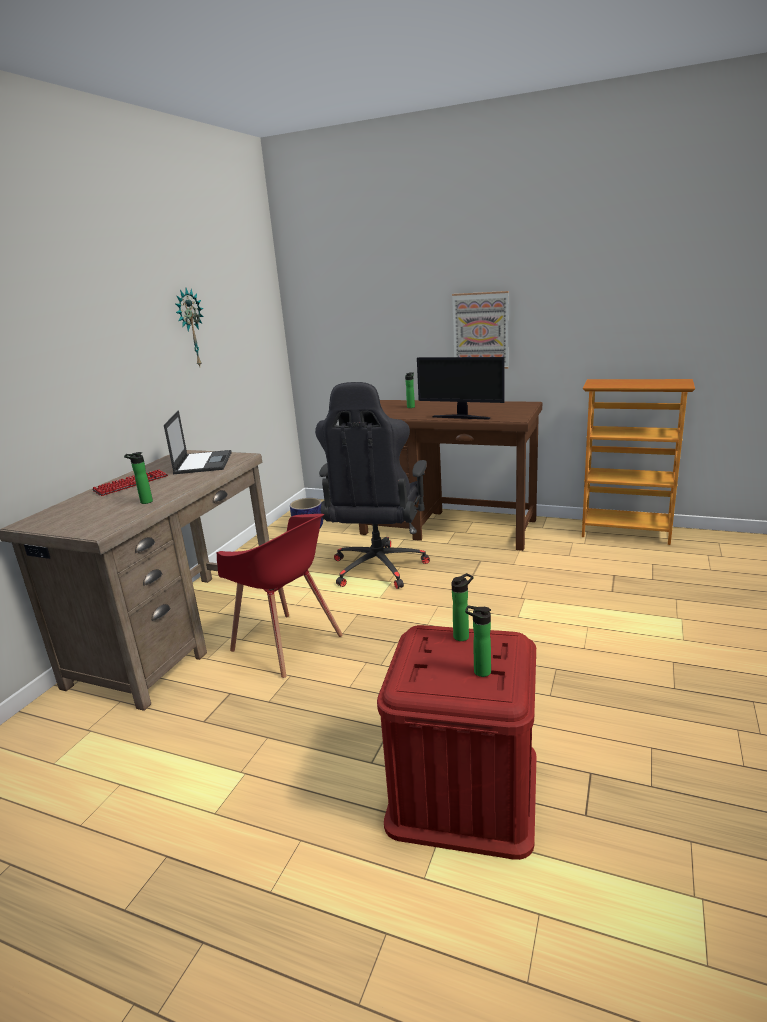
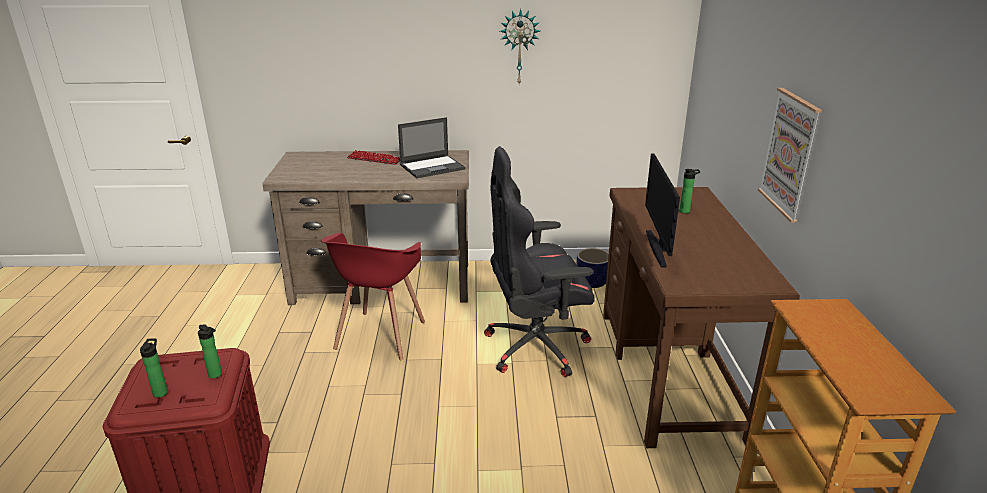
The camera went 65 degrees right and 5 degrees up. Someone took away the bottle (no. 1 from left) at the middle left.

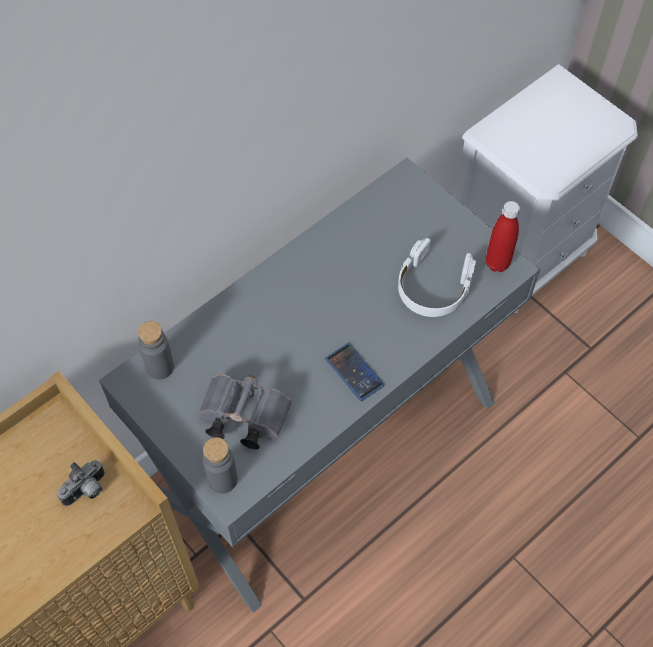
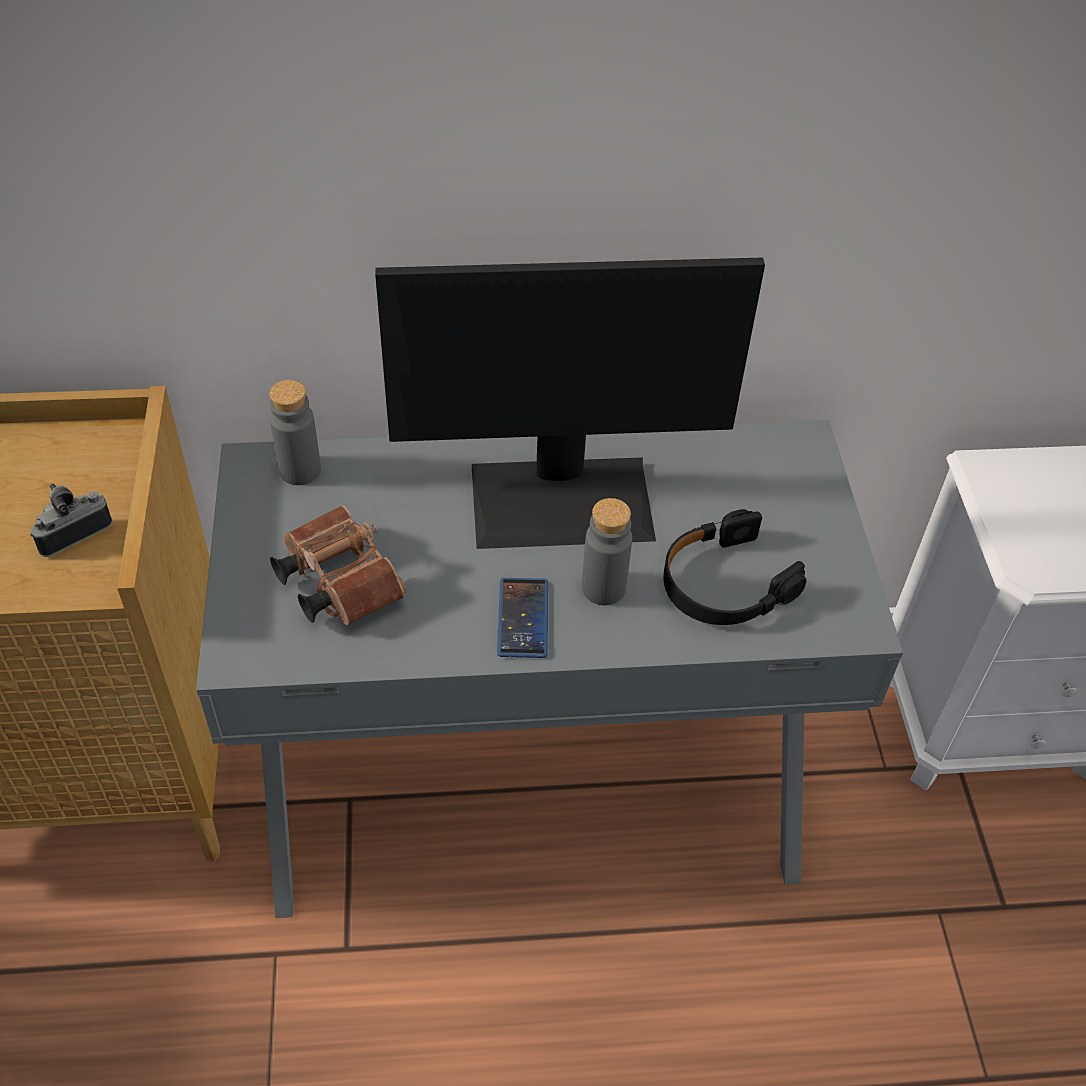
The camera went 35 degrees right and 10 degrees down. Someone took away the bottle (red) at the middle right. Someone put down the monitor at the centre. Someone carried the bottle (grey) (no. 2 from left) from the bottom centre to the centre. Someone repainted the binoculars (grey) at the centre, which became the binoculars (brown) at the middle left. Someone repainted the headphones (white) at the middle right, which became the headphones (black) at the middle right. Someone rotated the photo camera at the bottom left by 150 degrees clockwise.

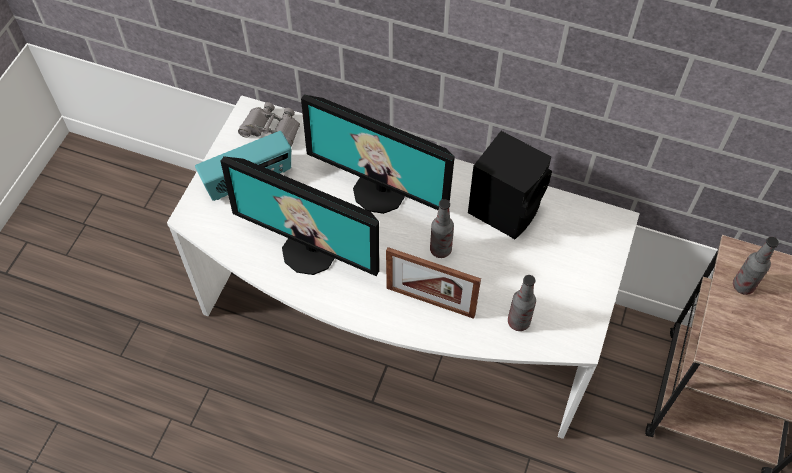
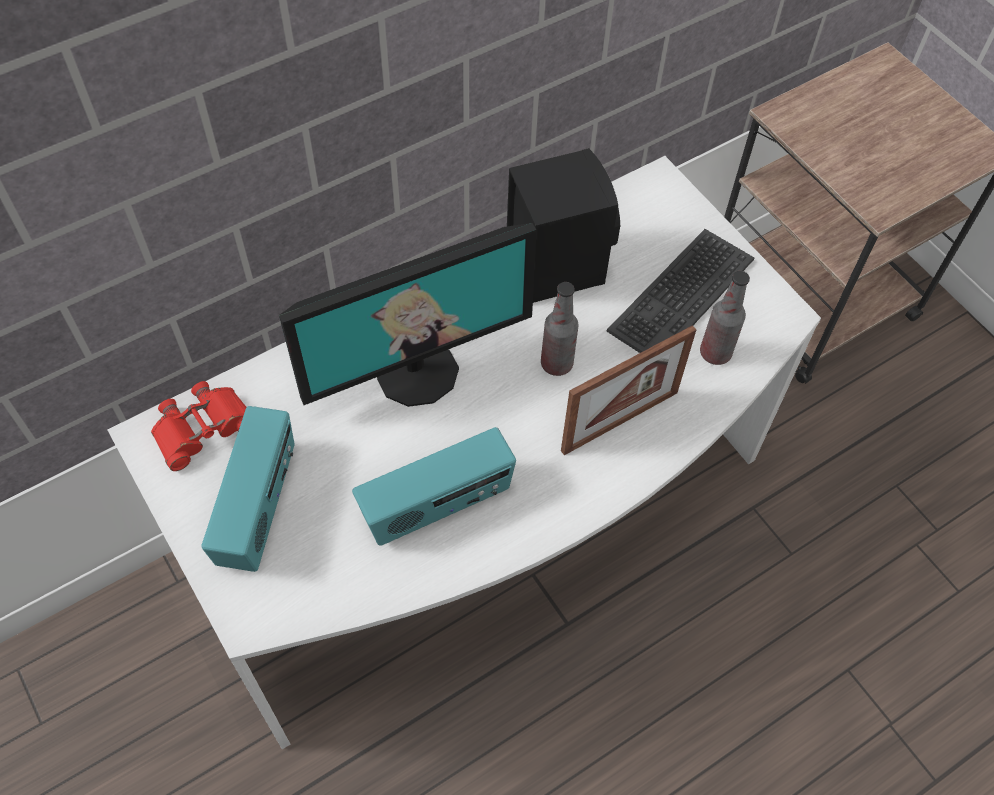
The camera went 55 degrees left and 0 degrees up. Someone took away the bottle (no. 3 from left) at the middle right. Someone put down the keyboard at the middle right. Someone swapped the monitor (no. 1 from left) at the centre for the radio (no. 2 from left) at the centre. Someone repainted the binoculars (grey) at the top centre, which became the binoculars (red) at the middle left.

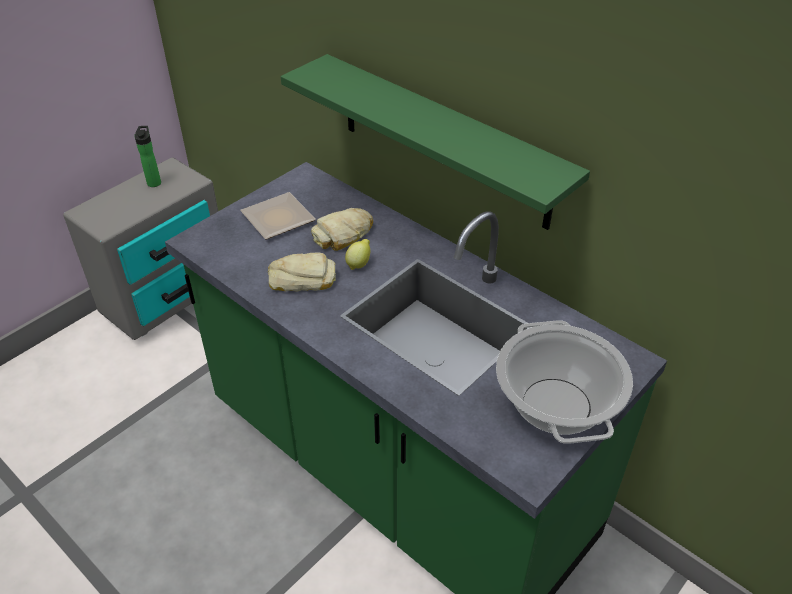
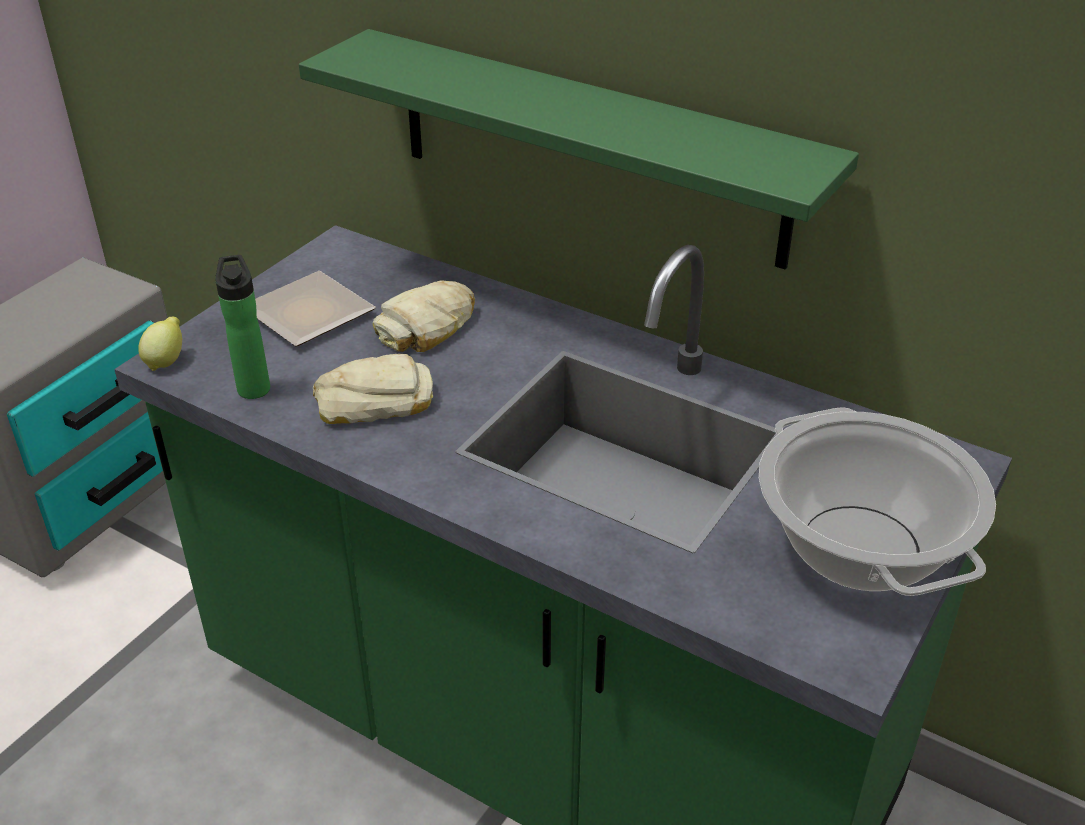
The camera went 10 degrees left and 5 degrees down. Someone carried the bottle from the top left to the middle left. Someone carried the lemon from the centre to the middle left.

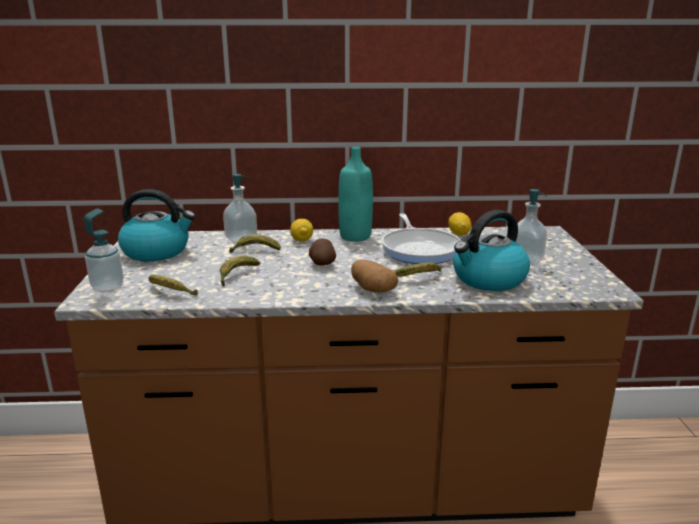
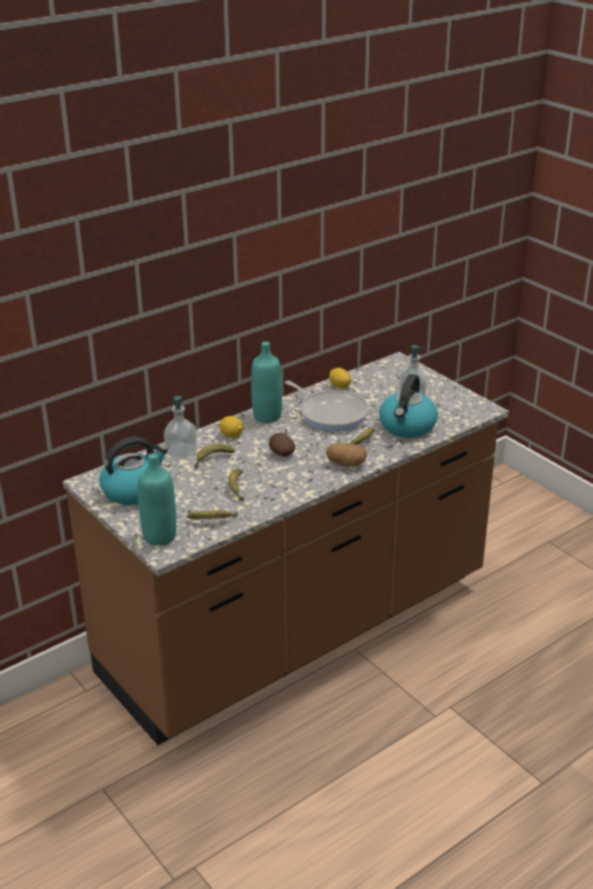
The camera went 35 degrees left and 10 degrees up. Someone swapped the soap dispenser (no. 1 from left) at the middle left for the bottle (turquoise) (no. 1 from left) at the middle left.

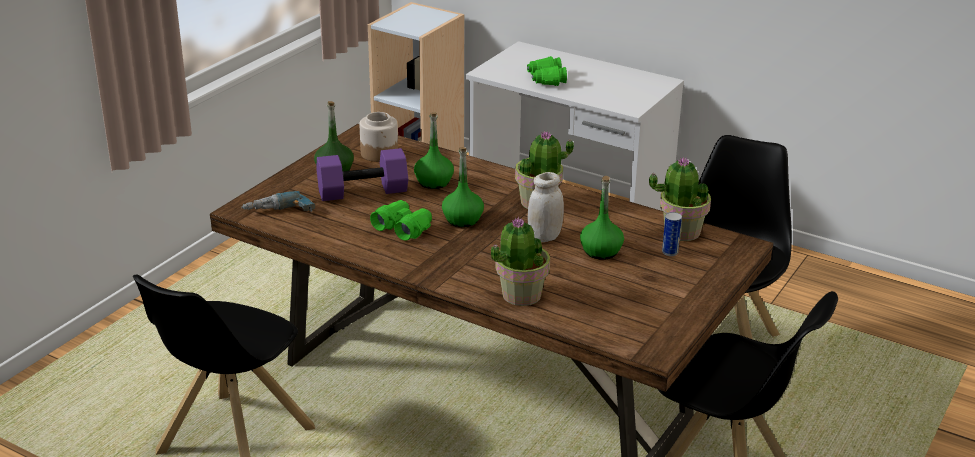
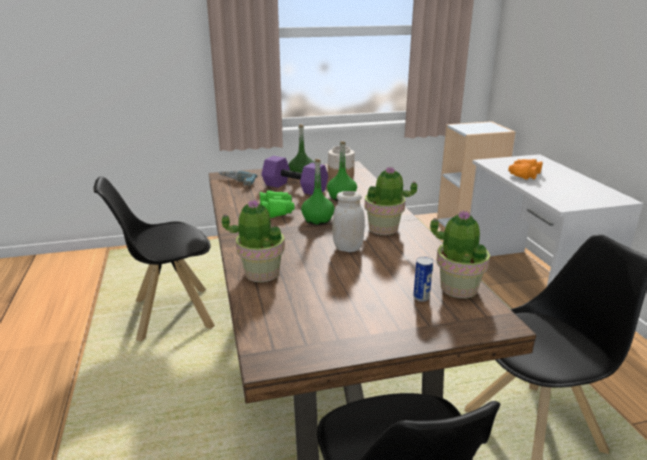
The camera went 45 degrees right and 5 degrees down. Someone took away the bottle (green) (no. 4 from left) at the centre. Someone repainted the binoculars (green) (no. 2 from left) at the top centre, which became the binoculars (orange) at the middle right.

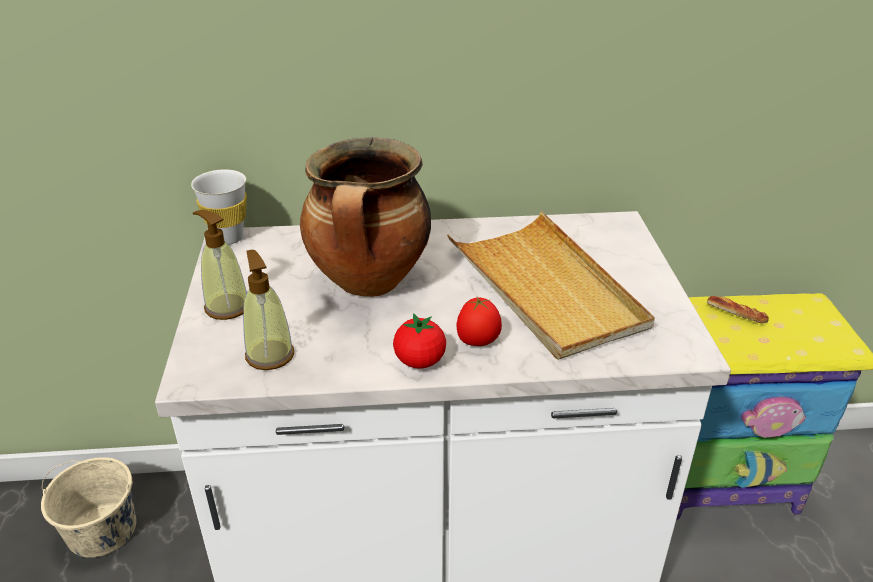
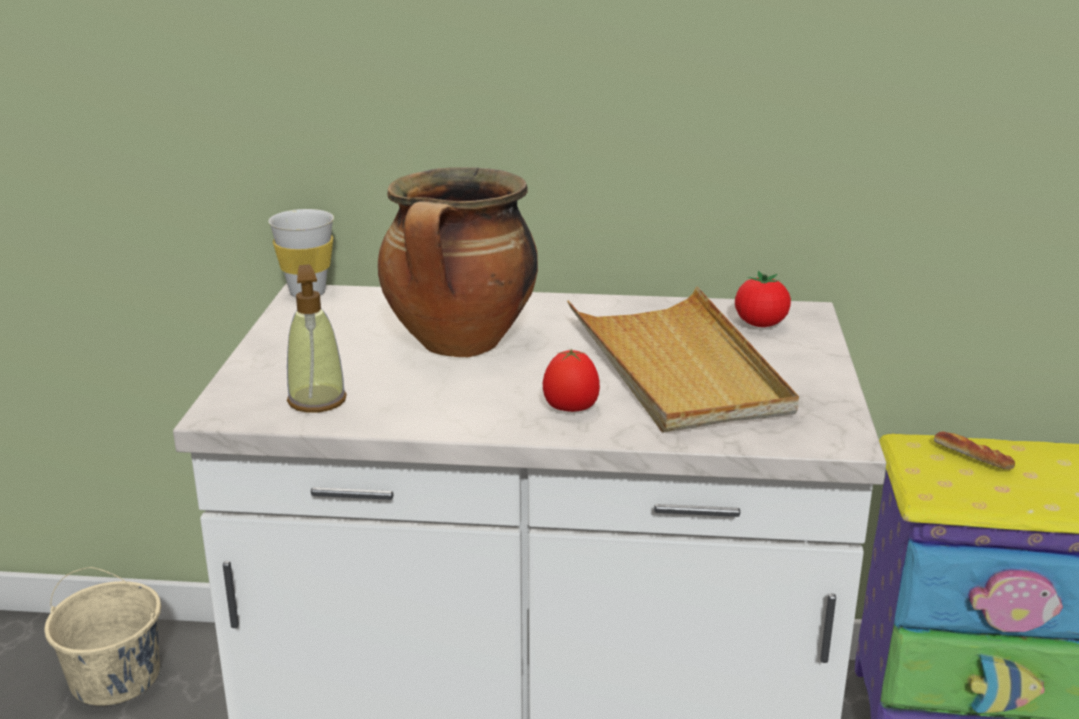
The camera went 10 degrees right and 10 degrees down. Someone took away the soap dispenser (no. 1 from left) at the middle left. Someone carried the tomato (no. 1 from left in the first image) from the centre to the middle right.

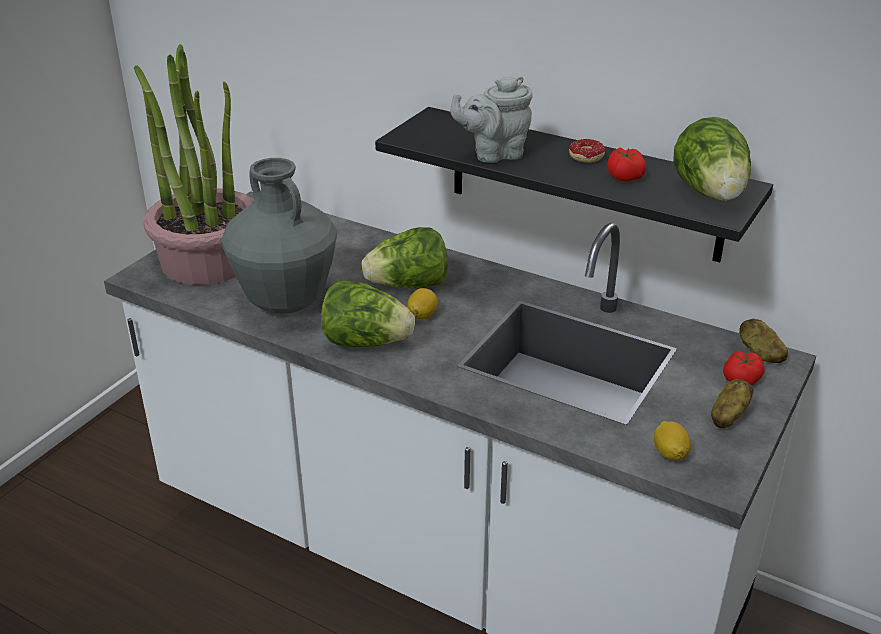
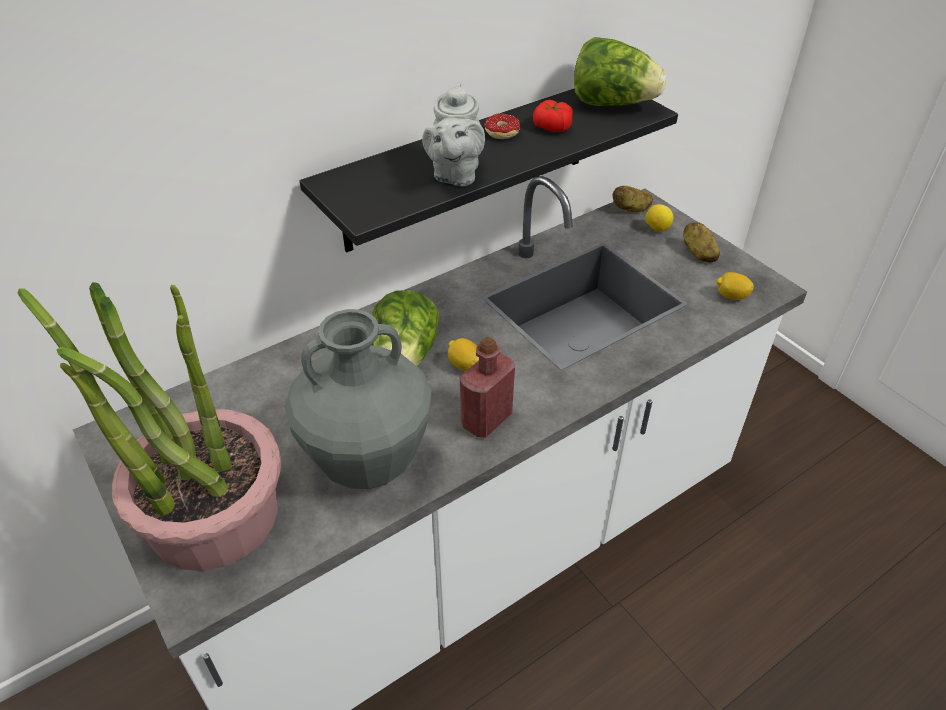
The camera went 65 degrees left and 10 degrees up. Someone swapped the lettuce (no. 1 from left) at the centre for the bottle (red) at the centre. Someone swapped the tomato (no. 2 from left) at the middle right for the lemon (no. 2 from left) at the top right.

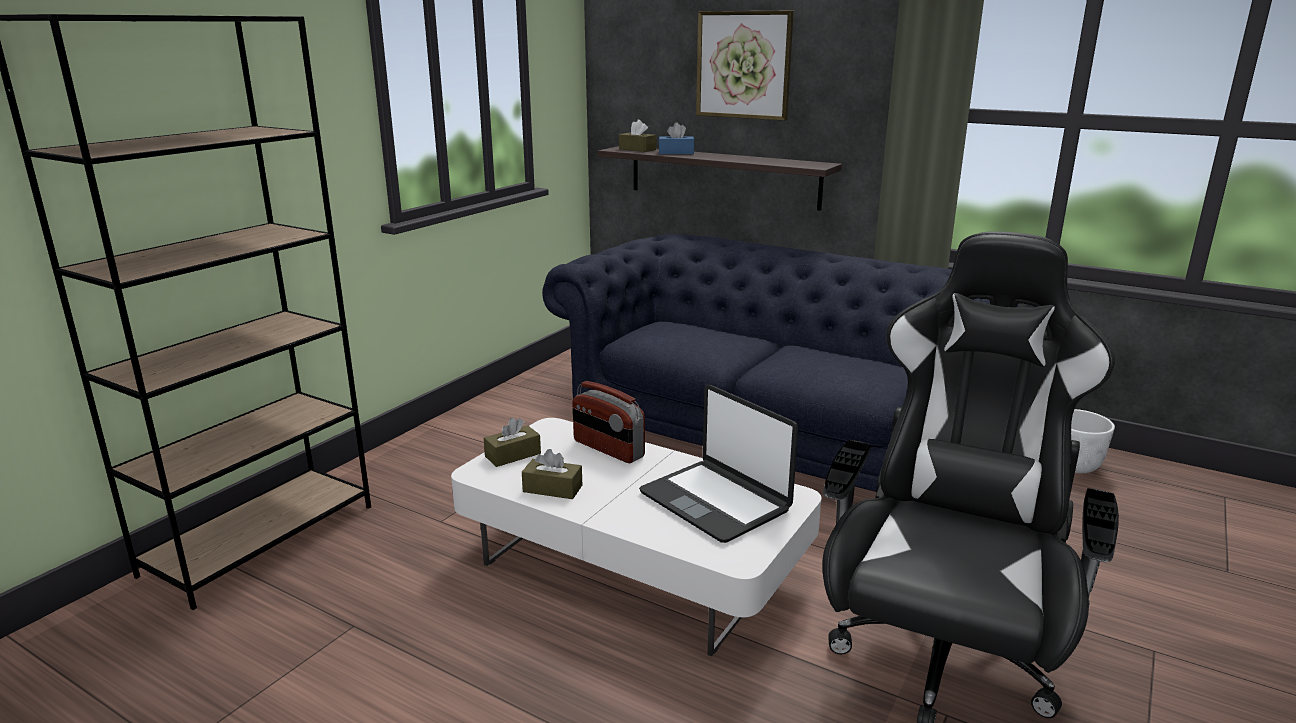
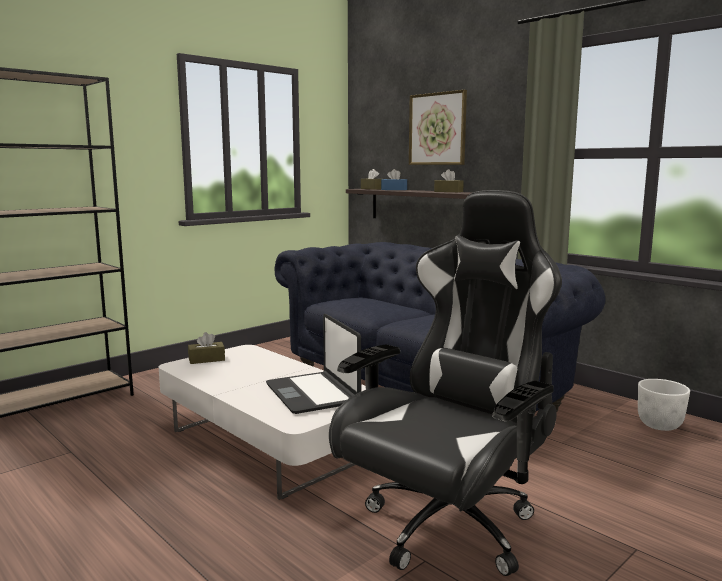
The camera went 15 degrees right and 10 degrees down. Someone took away the radio at the centre. Someone carried the tissue box (brown) (no. 2 from left in the first image) from the centre to the top centre.

